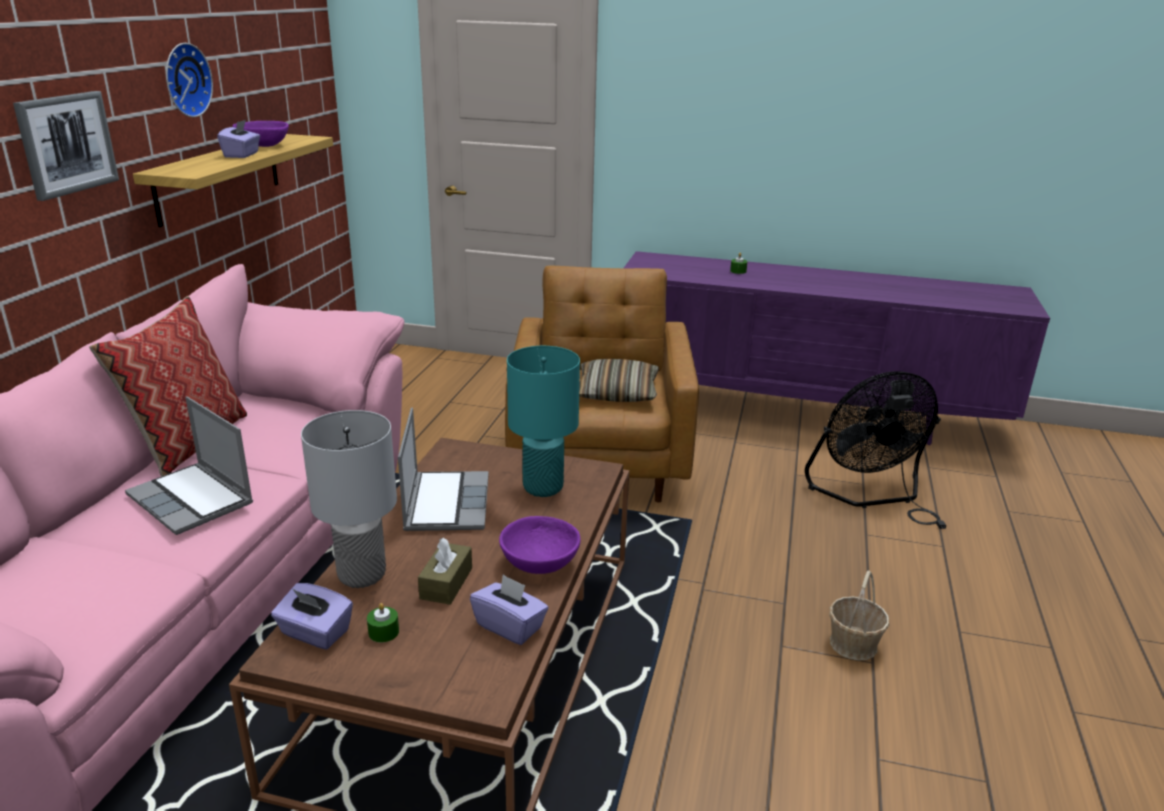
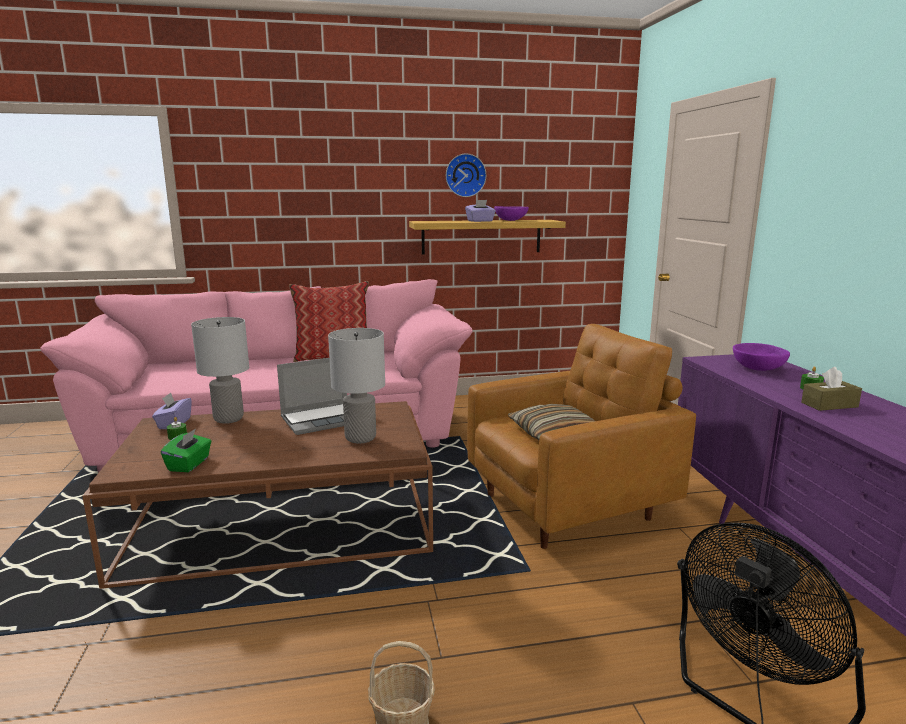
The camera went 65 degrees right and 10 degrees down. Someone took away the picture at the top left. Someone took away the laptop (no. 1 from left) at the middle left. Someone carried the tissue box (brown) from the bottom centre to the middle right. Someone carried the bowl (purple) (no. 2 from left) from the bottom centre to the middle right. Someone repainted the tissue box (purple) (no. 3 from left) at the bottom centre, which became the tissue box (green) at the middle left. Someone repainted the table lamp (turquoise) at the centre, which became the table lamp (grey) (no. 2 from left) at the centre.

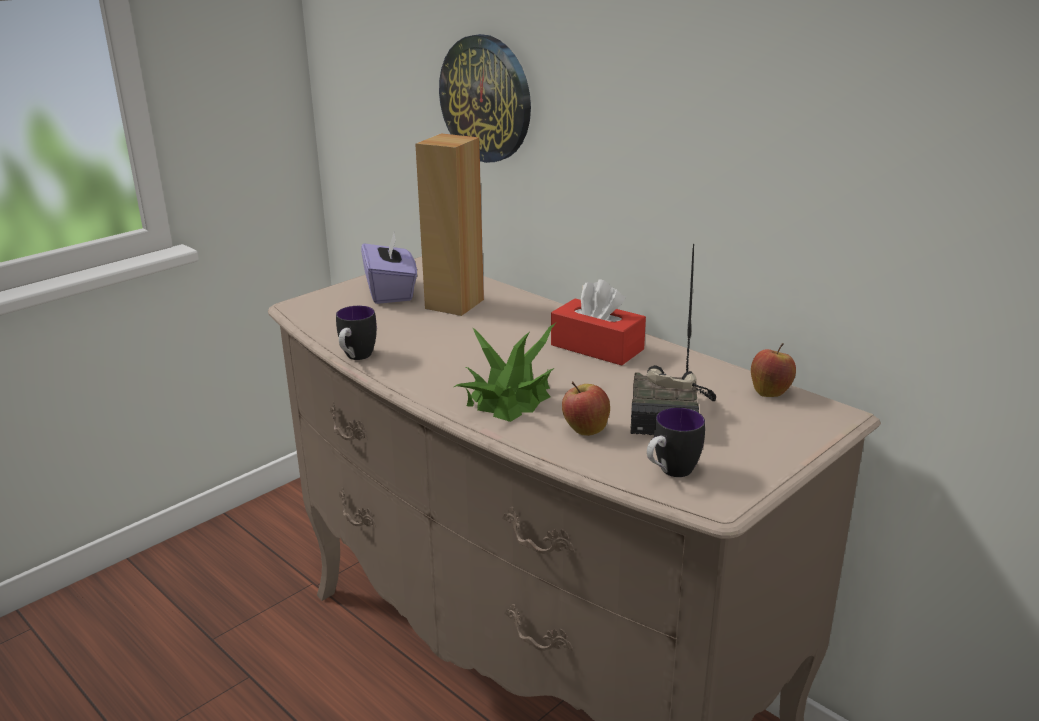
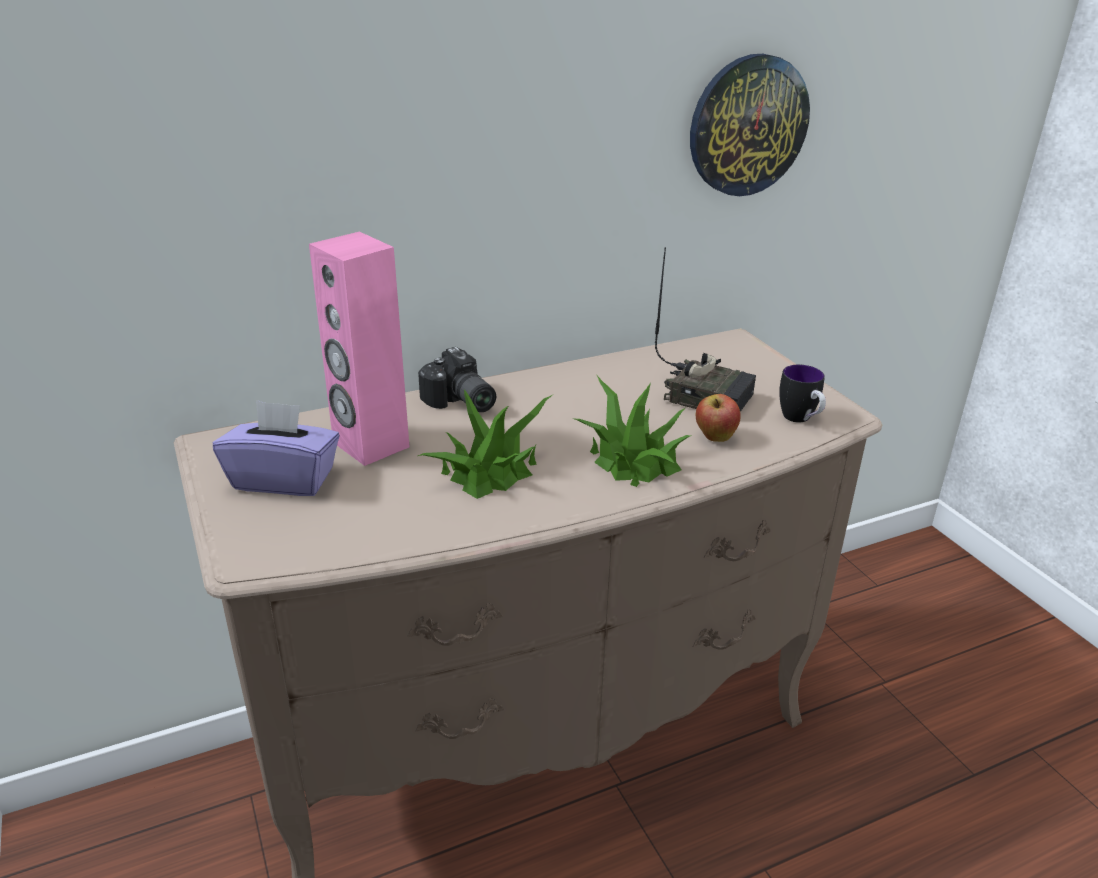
The camera went 70 degrees left and 5 degrees up. Someone took away the mug (no. 1 from left) at the centre. Someone took away the tissue box (red) at the centre. Someone took away the apple (no. 2 from left) at the middle right. Someone put down the photo camera at the centre. Someone put down the potted plant (no. 1 from left) at the centre. Someone carried the wall clock from the top centre to the top right. Someone repainted the speaker (brown) at the top centre, which became the speaker (pink) at the middle left.

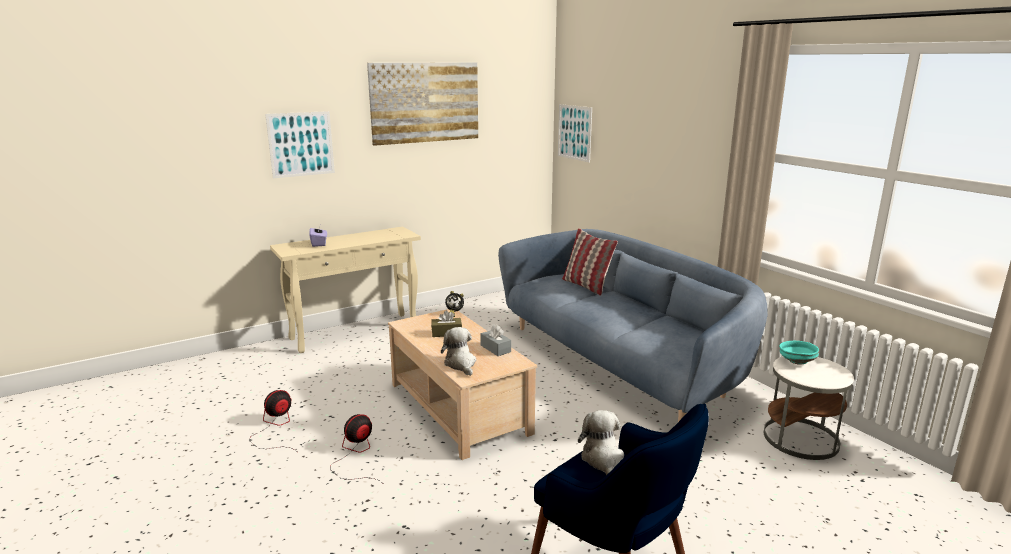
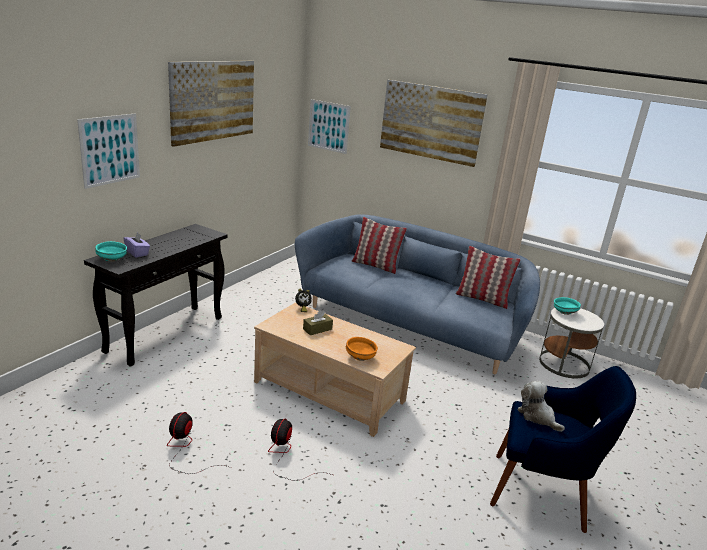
The camera went 30 degrees left and 5 degrees up. Someone took away the tissue box (grey) at the centre. Someone put down the bowl (turquoise) (no. 1 from left) at the middle left. Someone put up the picture (no. 4 from left) at the top centre. Someone put down the pillow (no. 2 from left) at the middle right. Someone swapped the plush toy (no. 1 from left) at the centre for the bowl (orange) at the centre. Someone repainted the console table (beige) at the centre, which became the console table (black) at the middle left.

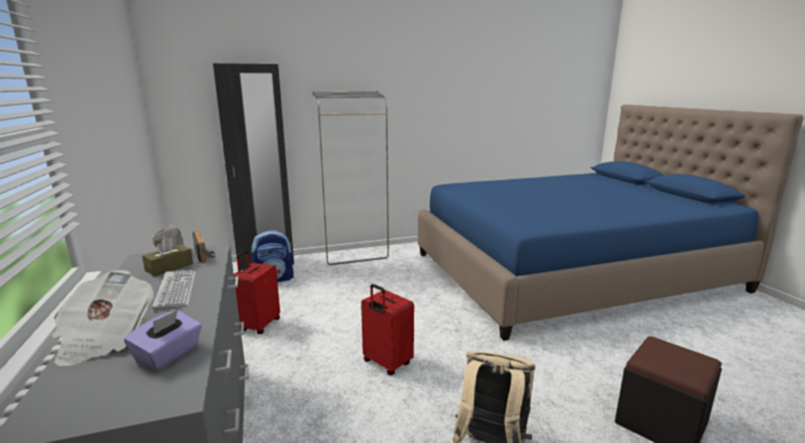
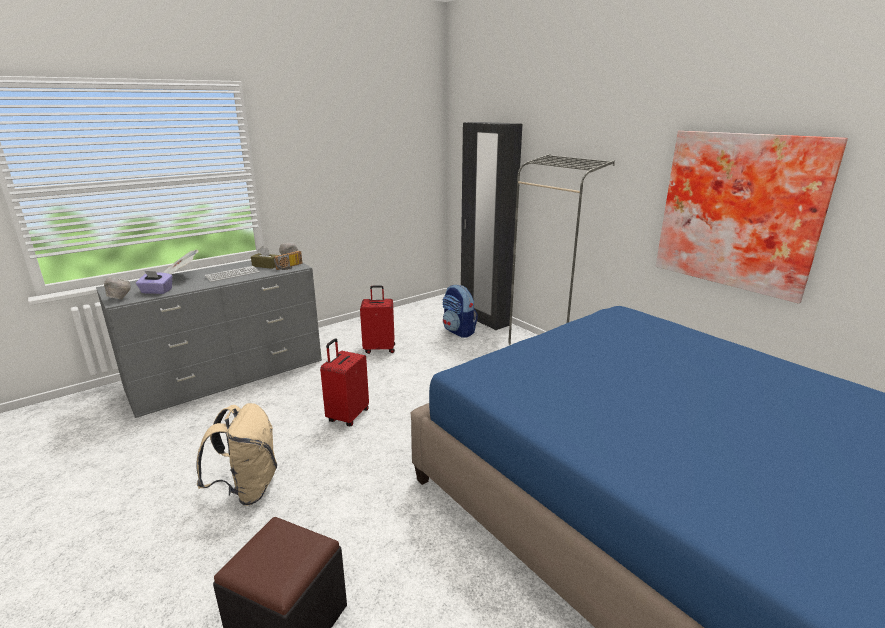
The camera went 70 degrees right and 5 degrees up. Someone put down the bowl (grey) (no. 1 from left) at the middle left. Someone put up the picture at the middle right.

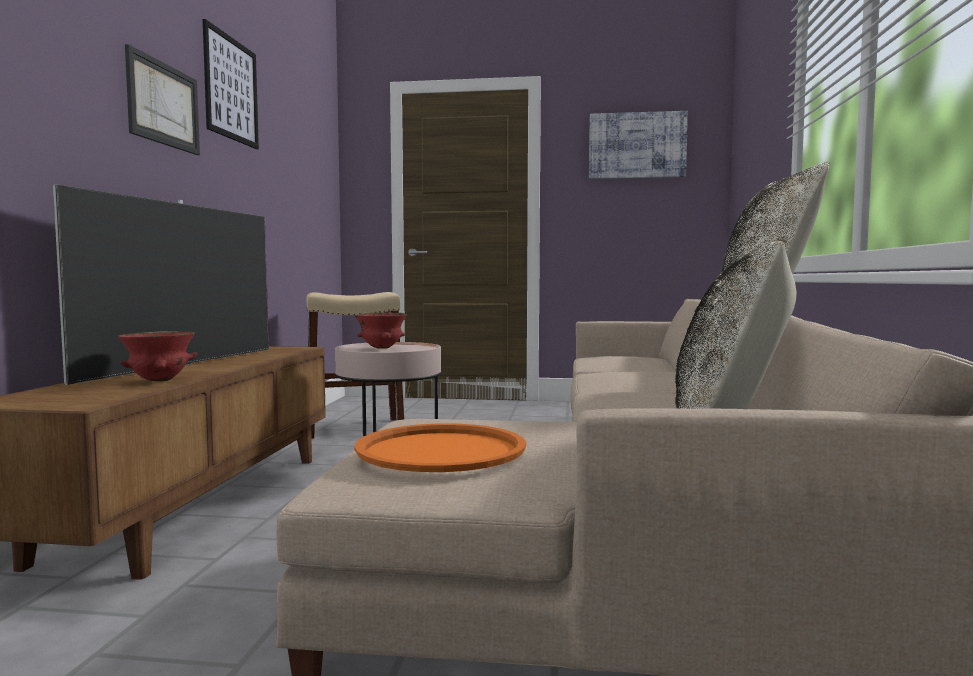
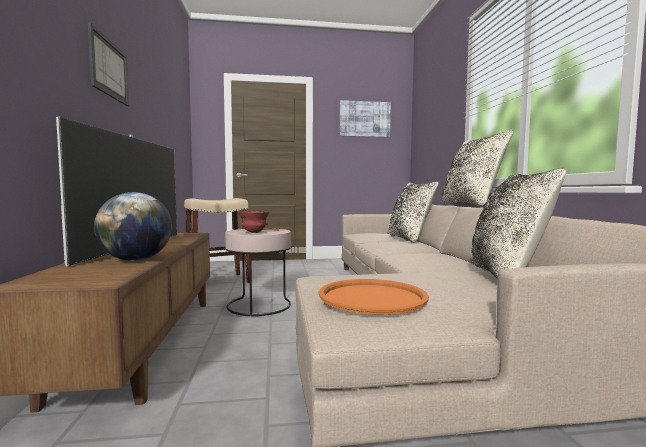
The camera went 15 degrees left and 0 degrees up. Someone took away the picture (no. 2 from left) at the top left. Someone put down the pillow (beige) (no. 1 from left) at the centre. Someone swapped the bowl (red) (no. 1 from left) at the middle left for the globe at the middle left.

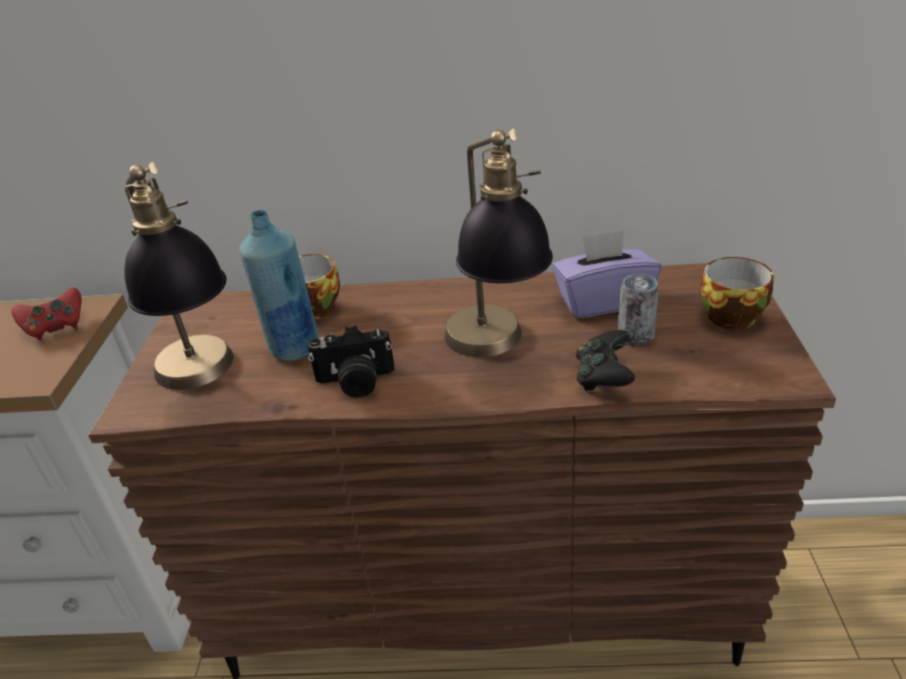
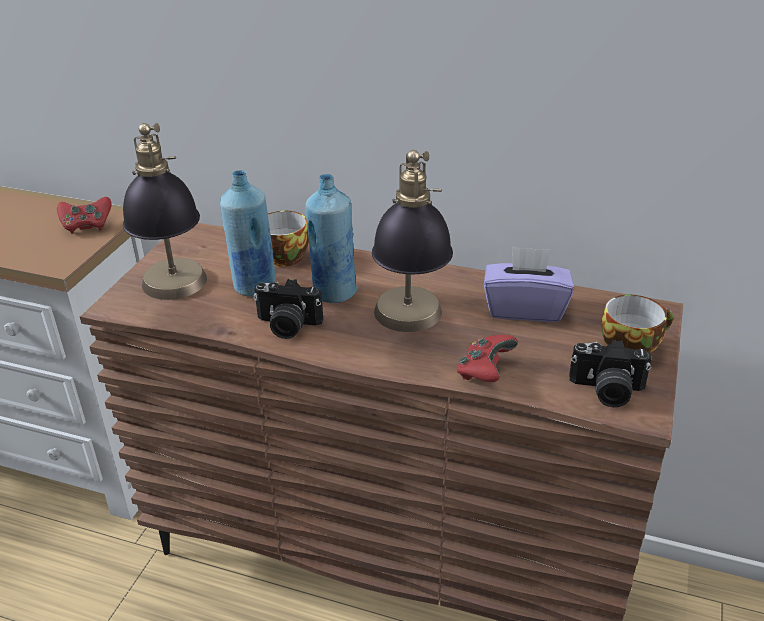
The camera went 15 degrees right and 0 degrees up. Someone took away the can at the middle right. Someone put down the bottle (blue) (no. 2 from left) at the centre. Someone put down the photo camera (no. 2 from left) at the middle right. Someone repainted the game controller (black) at the middle right, which became the game controller (red) (no. 2 from left) at the centre.

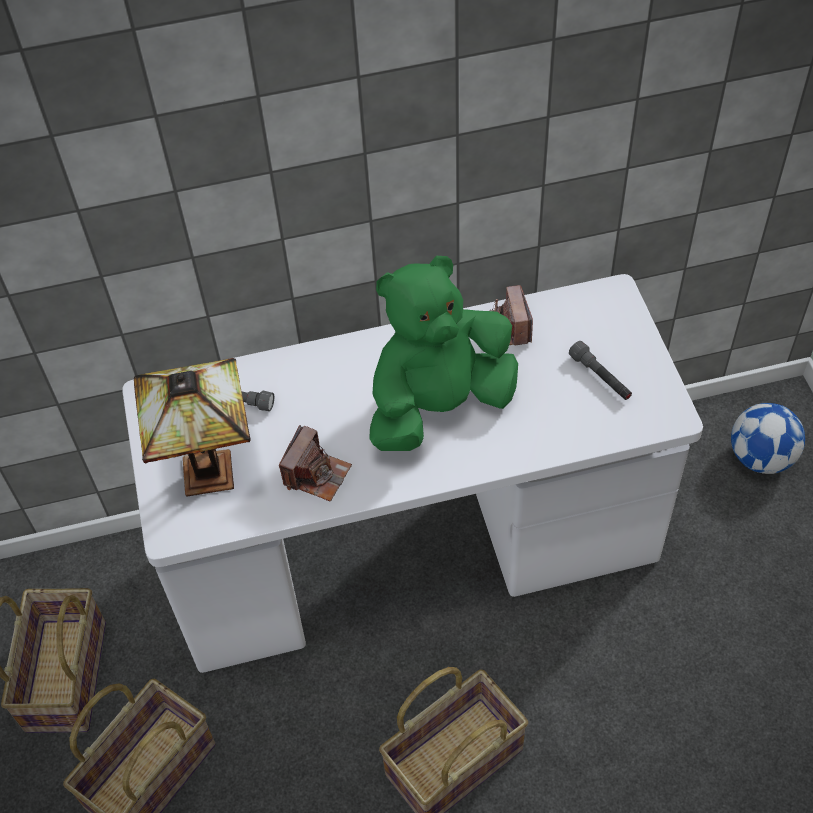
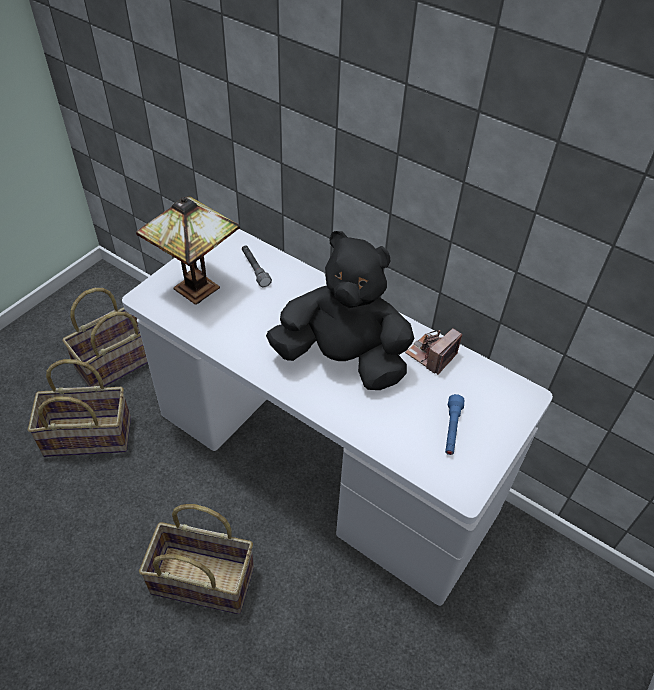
The camera went 45 degrees right and 5 degrees down. Someone took away the photo camera (no. 1 from left) at the centre. Someone took away the football at the middle right. Someone repainted the plush toy (green) at the centre, which became the plush toy (black) at the centre. Someone repainted the flashlight (grey) (no. 2 from left) at the middle right, which became the flashlight (blue) at the middle right.

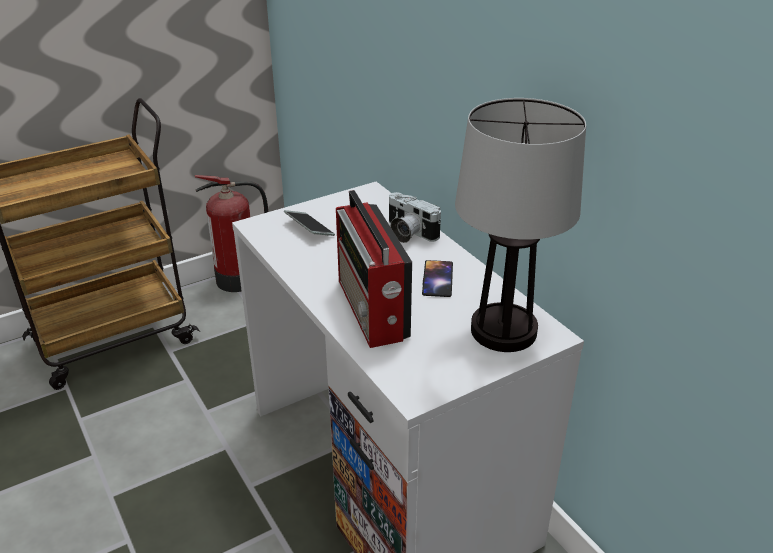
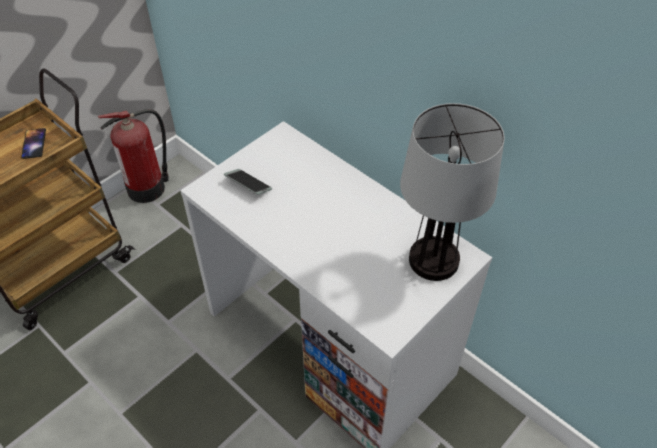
The camera went 15 degrees left and 15 degrees up. Someone took away the radio at the centre. Someone took away the photo camera at the centre. Someone carried the phone (no. 2 from left in the first image) from the centre to the top left.

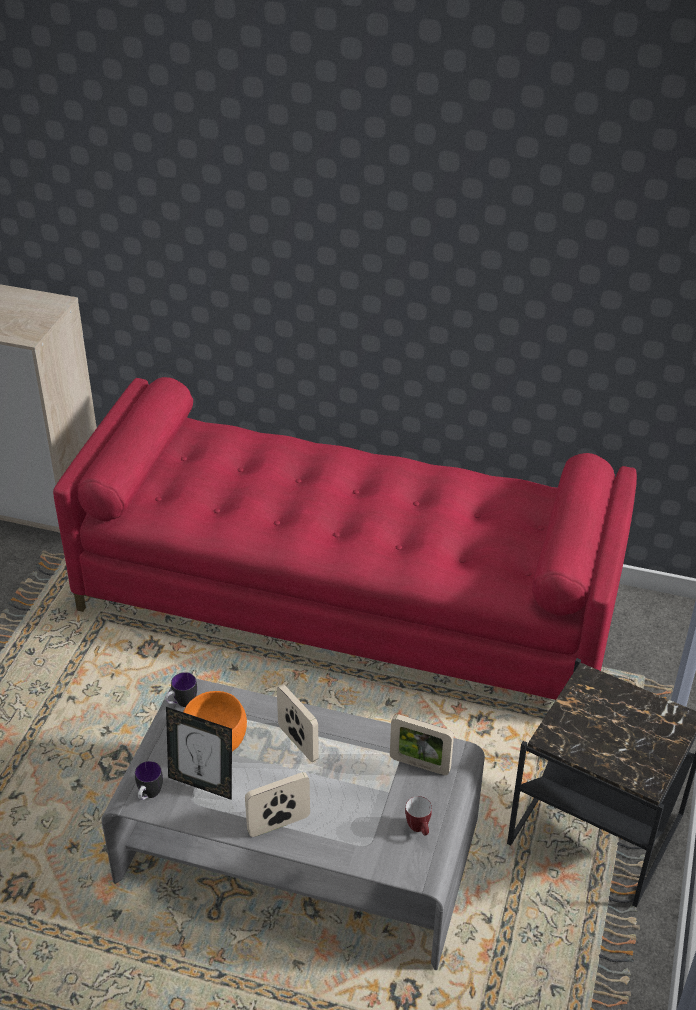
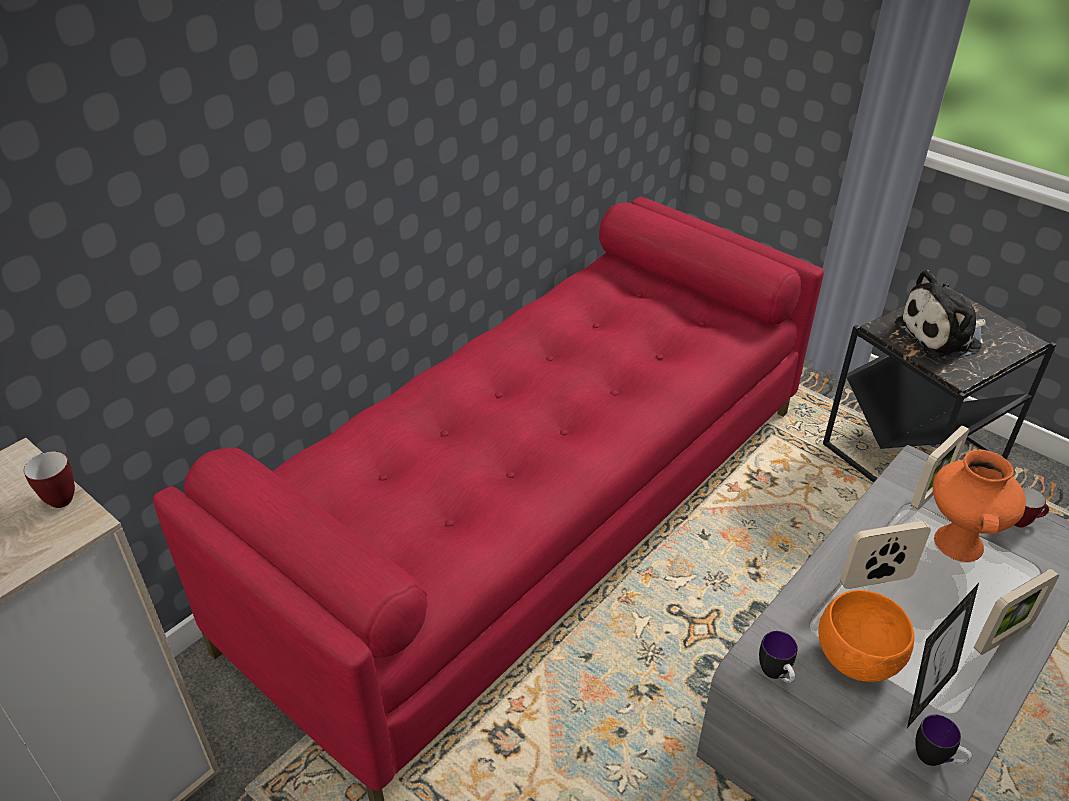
The camera went 65 degrees left and 0 degrees up. Someone put down the mug (no. 1 from left) at the middle left. Someone put down the plush toy at the middle right. Someone put down the vase (orange) at the middle right. Someone rotated the picture frame (no. 2 from left in the first image) at the bottom centre by 120 degrees counterclockwise.

